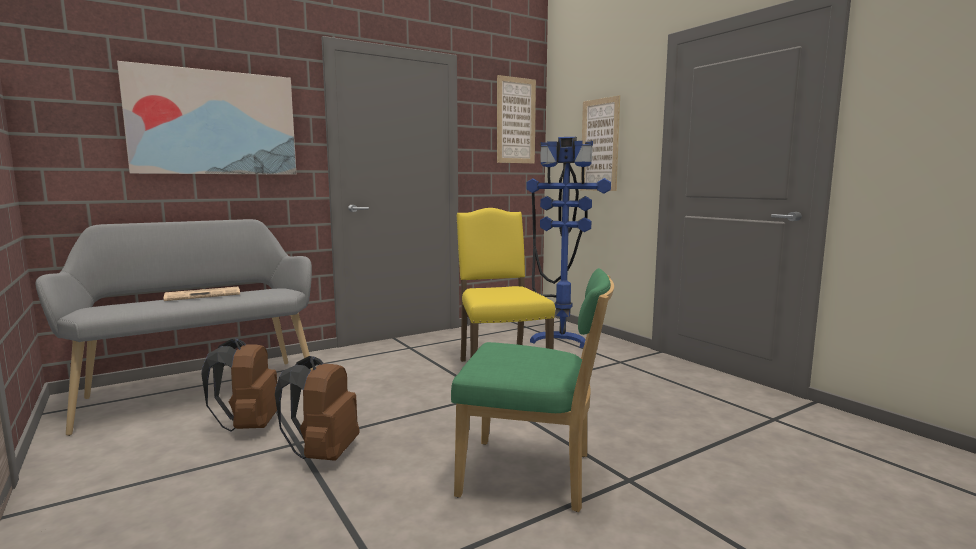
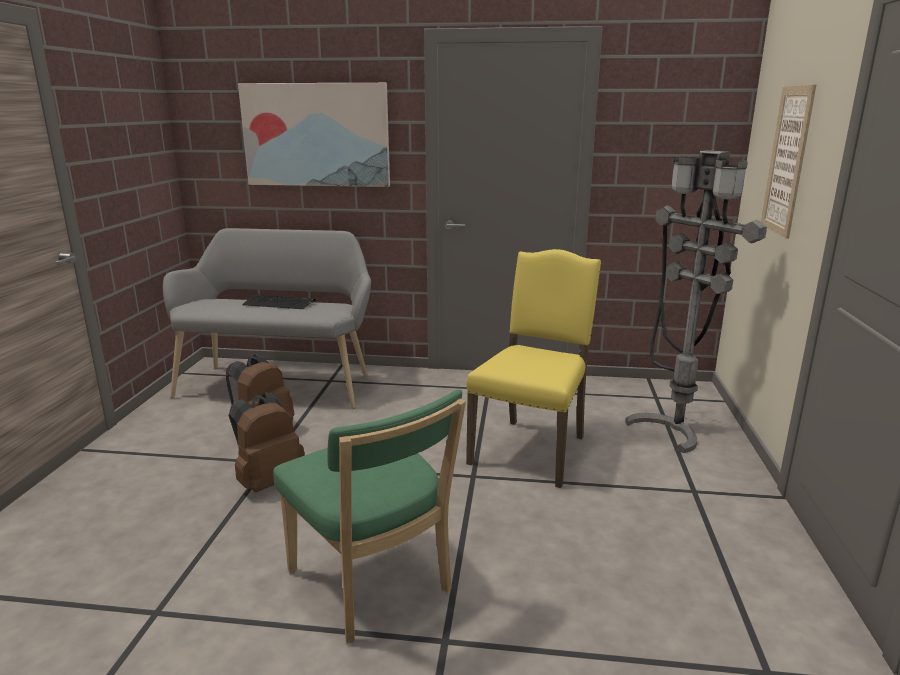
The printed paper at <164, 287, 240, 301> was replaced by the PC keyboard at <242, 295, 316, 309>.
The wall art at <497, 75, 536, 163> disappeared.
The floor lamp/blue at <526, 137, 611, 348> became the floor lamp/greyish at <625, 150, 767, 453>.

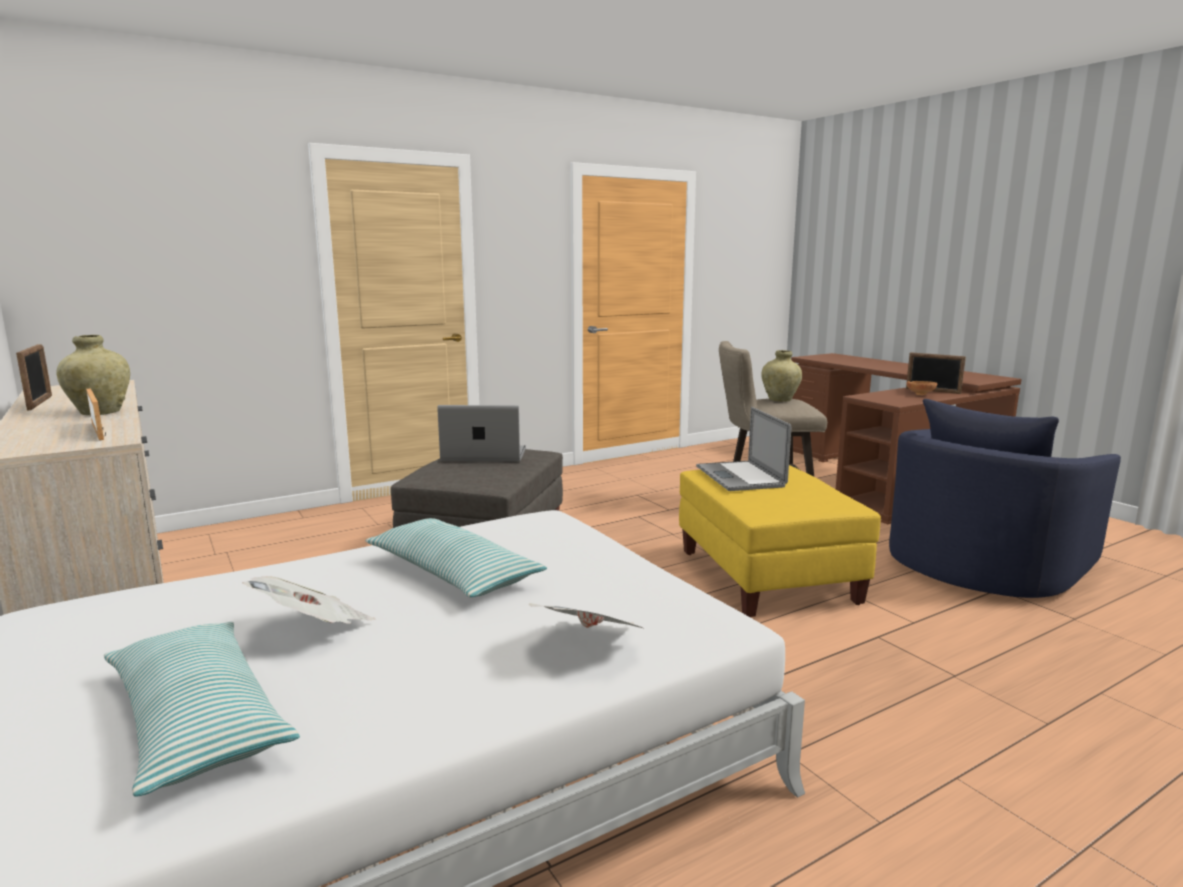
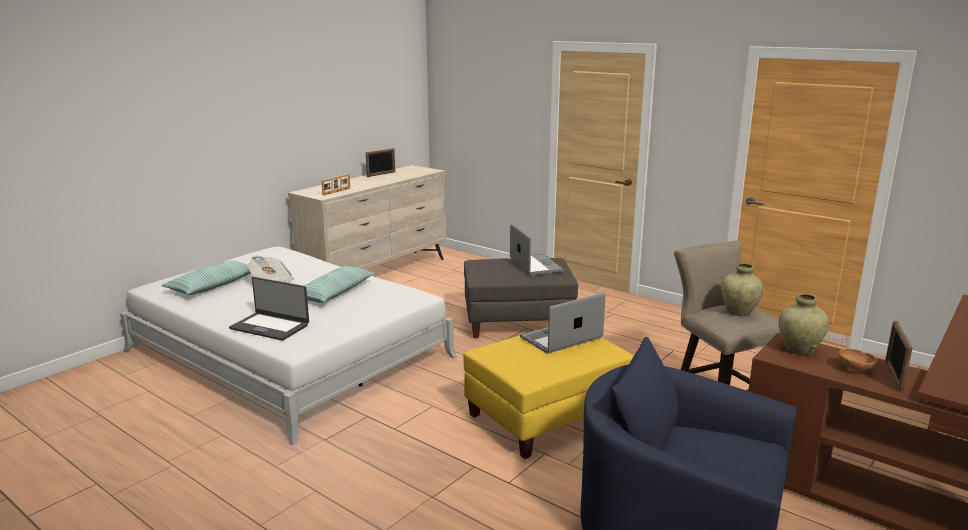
The flower vase/beige-coloured moved from <56, 335, 130, 415> to <778, 294, 829, 355>.
The printed paper at <529, 603, 642, 628> was replaced by the notebook computer at <229, 277, 309, 341>.

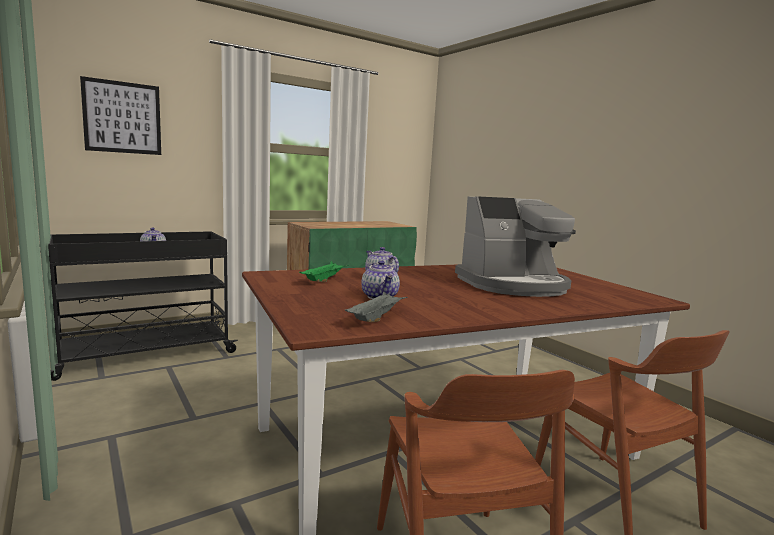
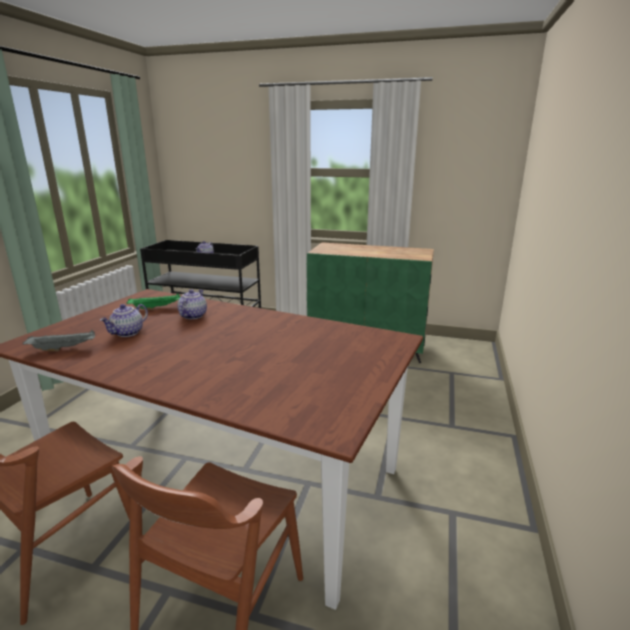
The wall art at <80, 76, 161, 155> disappeared.
The coffee maker at <455, 196, 576, 297> disappeared.

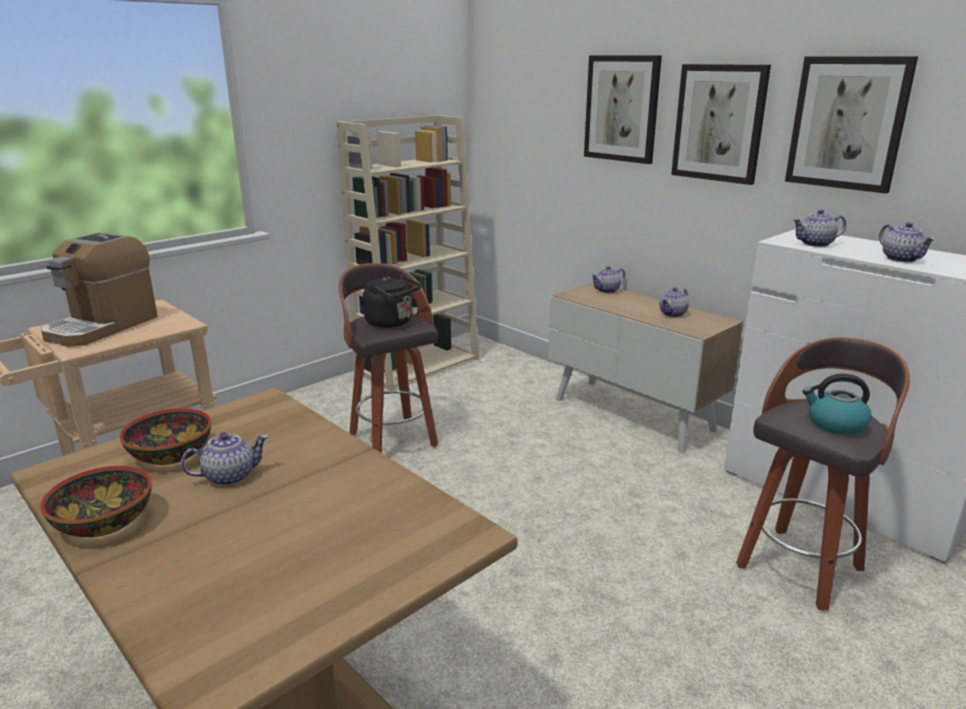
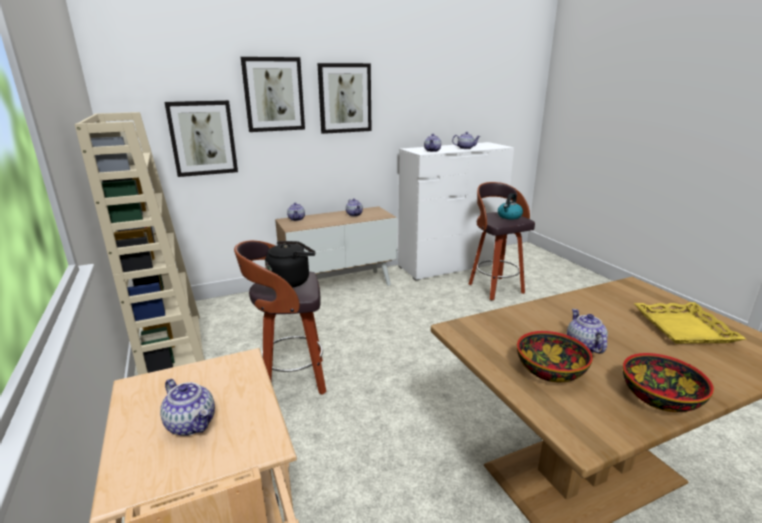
The coffee maker at <41, 232, 158, 347> was replaced by the pot for tea at <160, 379, 215, 436>.
The wall art moved from <785, 56, 918, 194> to <165, 100, 238, 177>.
The tray/yellow at <634, 302, 746, 344> appeared.

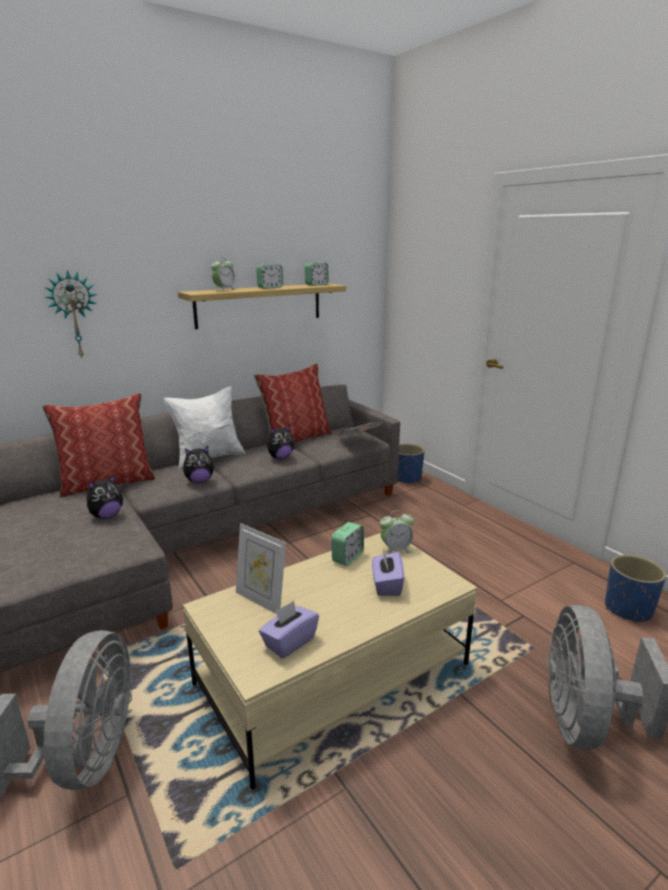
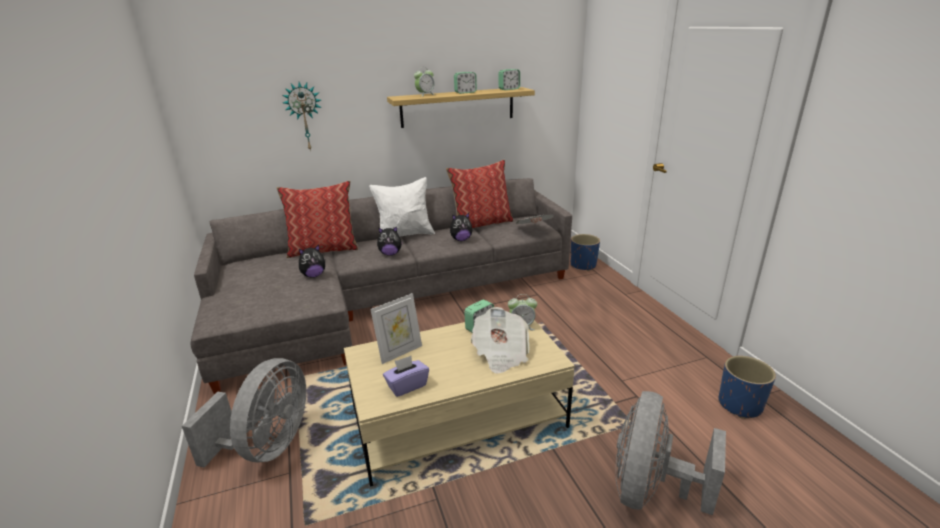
The standing frame at <236, 523, 286, 614> turned 90 degrees counterclockwise.
The tissue box/purple-coloured at <372, 549, 404, 596> was replaced by the printed paper at <471, 307, 529, 374>.

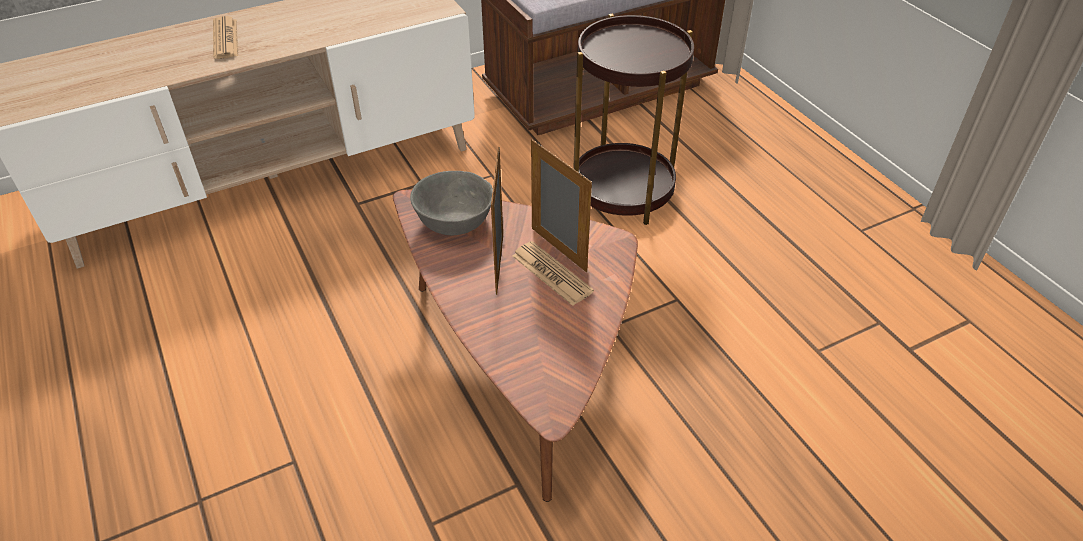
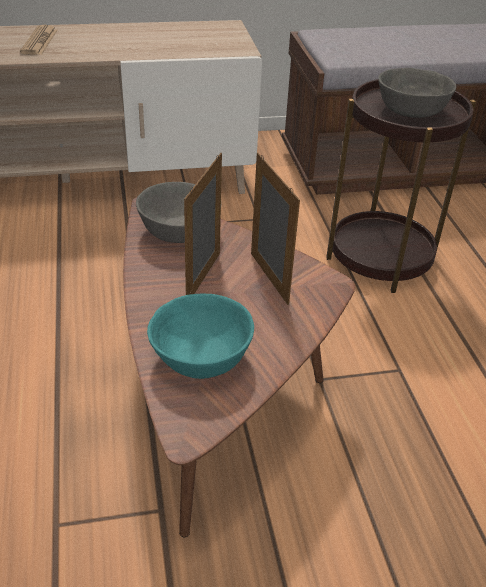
The printed paper at <512, 241, 594, 306> disappeared.
The bowl/turquoise-coloured at <147, 294, 254, 379> appeared.
The bowl/greyish at <378, 68, 456, 118> appeared.

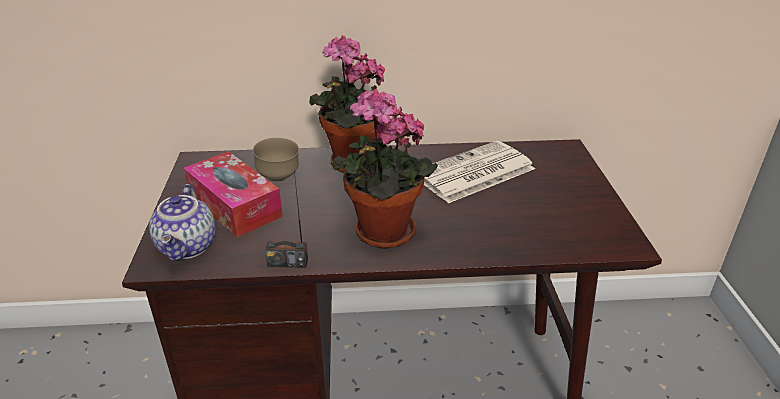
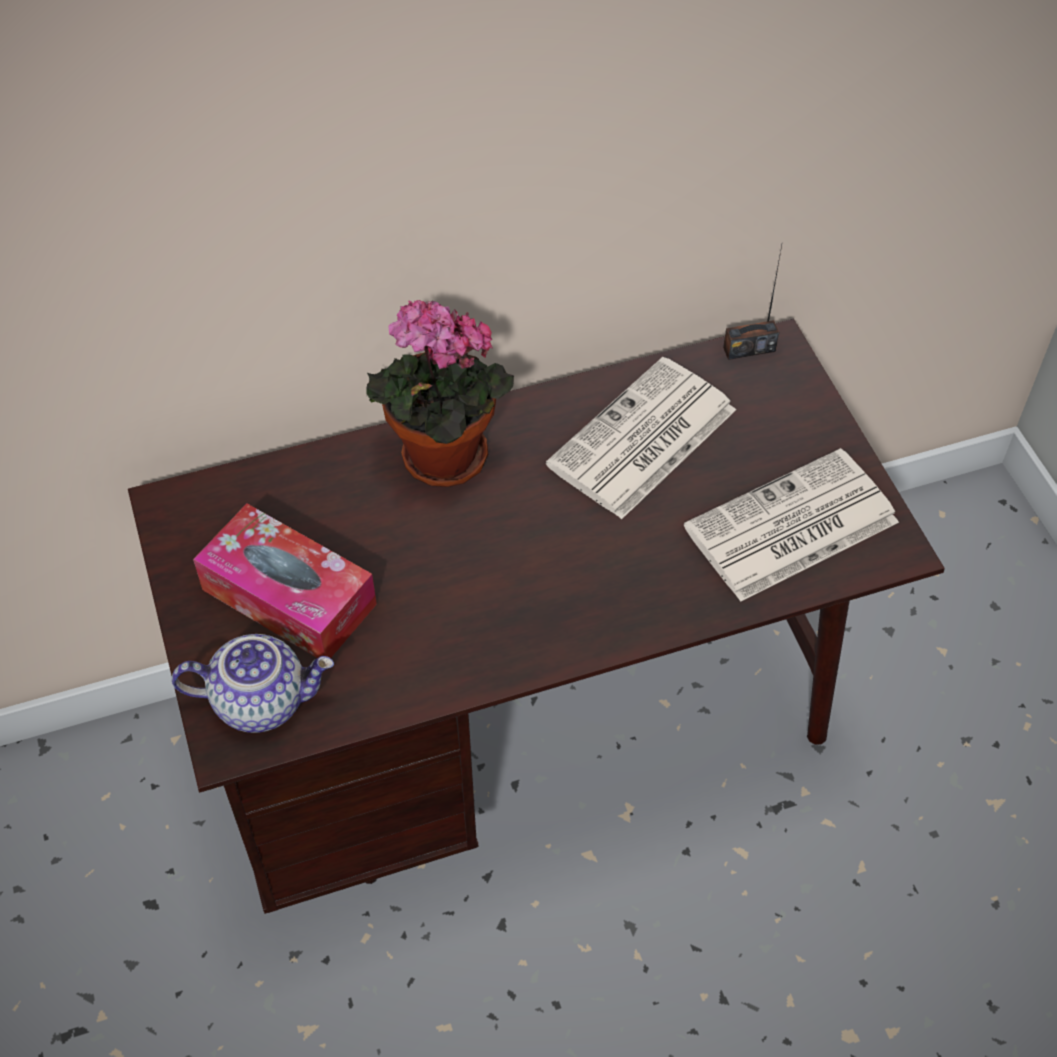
The pot for tea at <149, 184, 216, 261> turned 75 degrees counterclockwise.
The bowl/brown-coloured at <253, 138, 299, 182> disappeared.
The radio moved from <265, 171, 308, 268> to <723, 245, 782, 360>.
The plant in a pot at <332, 88, 438, 249> disappeared.
The printed paper at <684, 448, 899, 602> appeared.

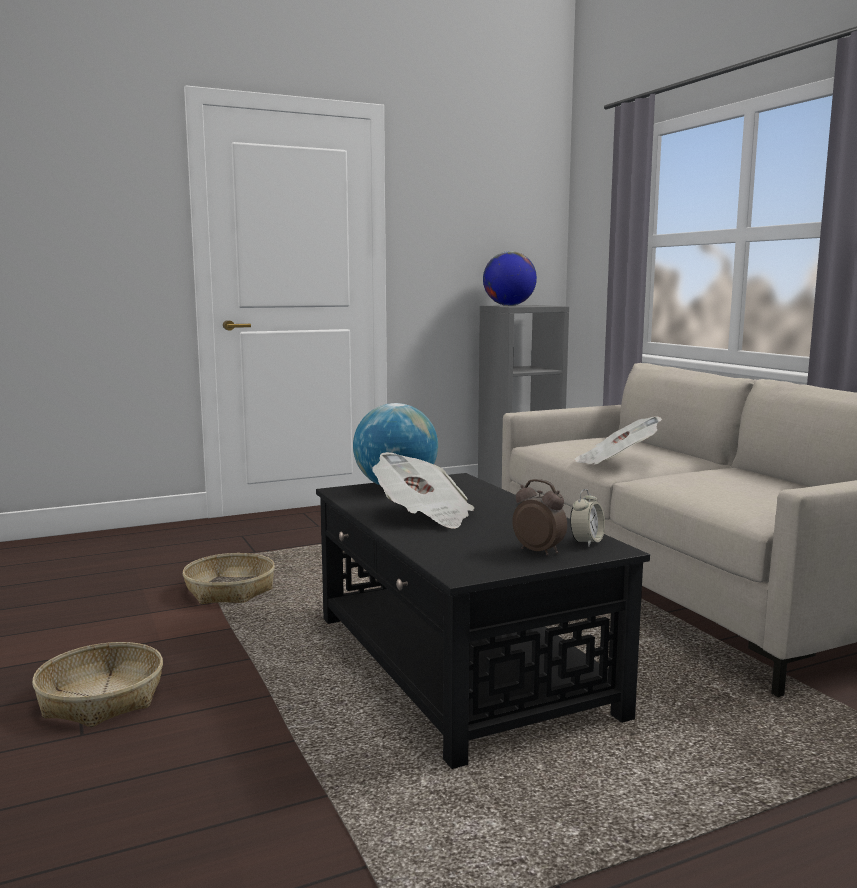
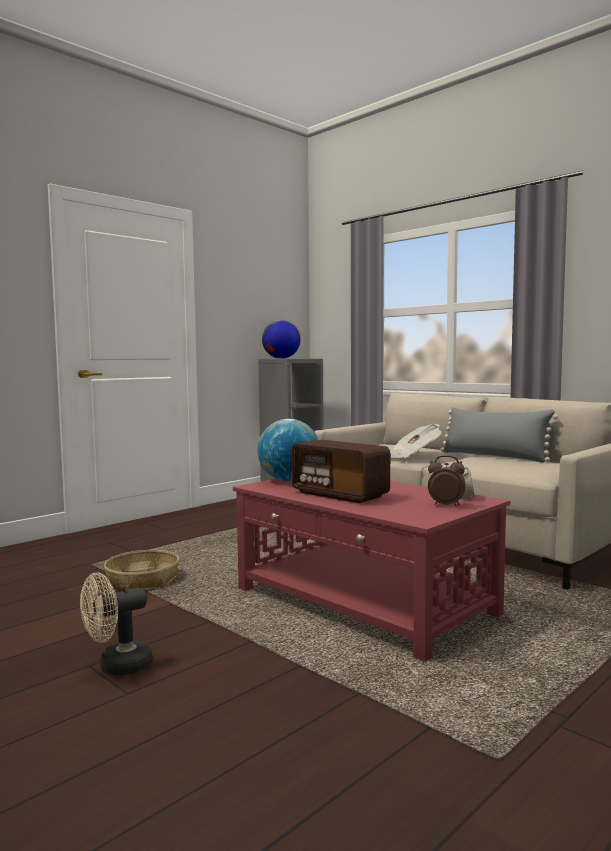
The storage basket at <32, 642, 163, 727> was replaced by the fan/beige-coloured at <80, 573, 153, 675>.
The coffee table/black-coloured at <316, 473, 650, 769> became the coffee table/red-coloured at <233, 479, 510, 662>.
The printed paper at <372, 452, 474, 529> was replaced by the radio at <291, 440, 390, 503>.
The pillow/greyish at <440, 407, 558, 463> appeared.

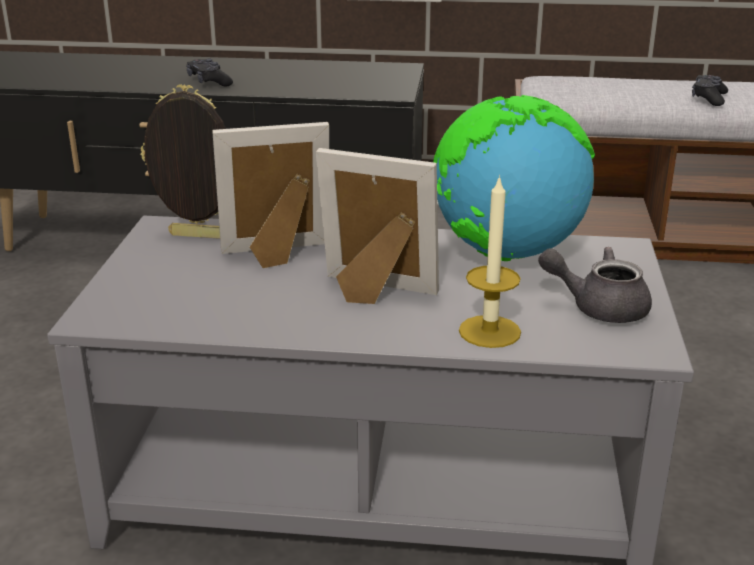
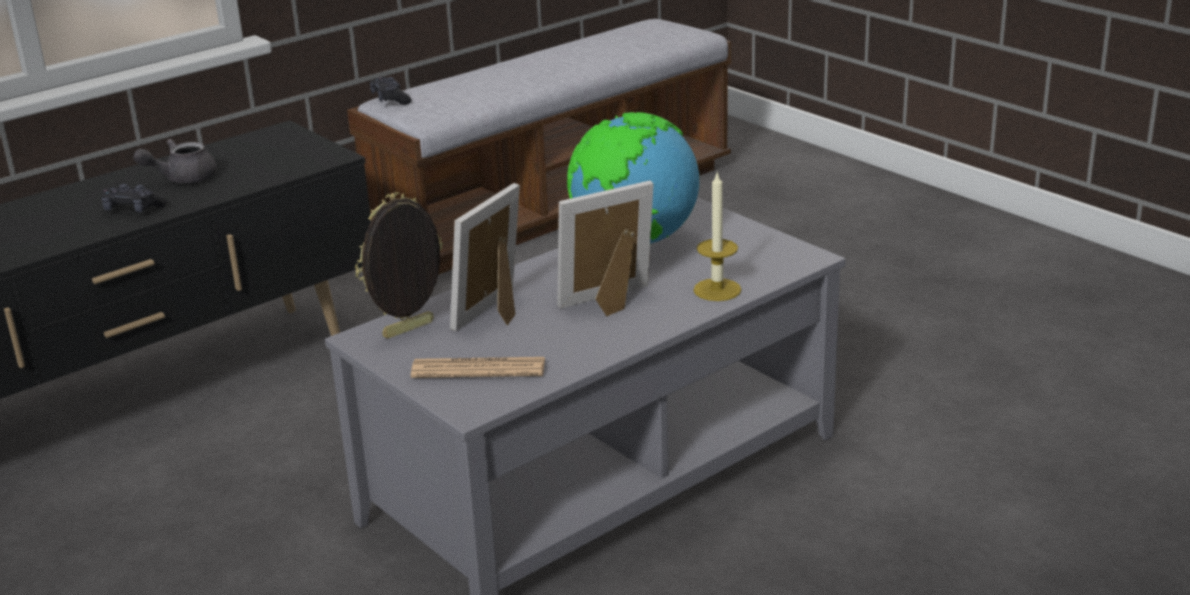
The pot for tea/greyish moved from <538, 247, 652, 323> to <133, 139, 217, 183>.
The joypad/black-coloured moved from <692, 75, 728, 106> to <370, 77, 411, 105>.
The printed paper at <411, 357, 545, 378> appeared.

